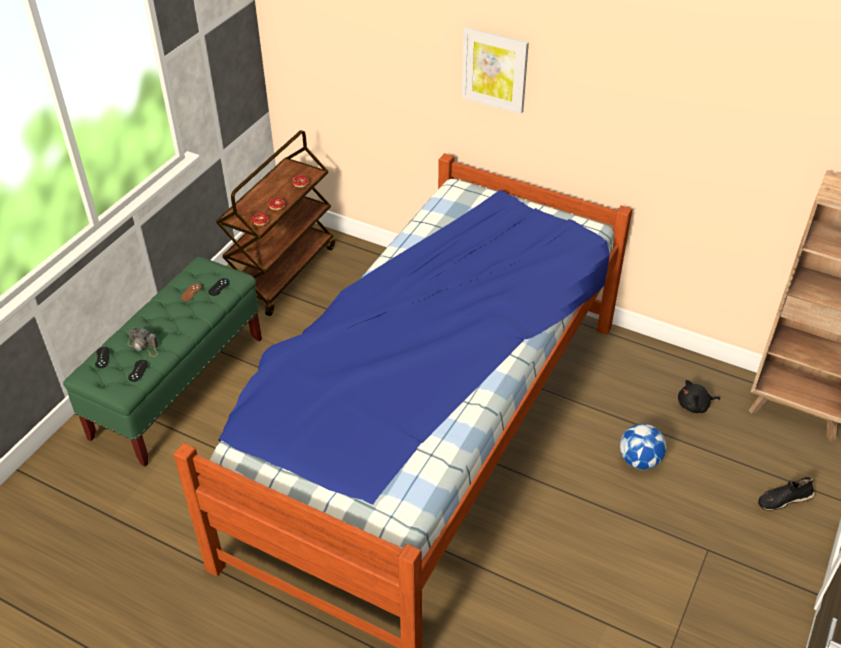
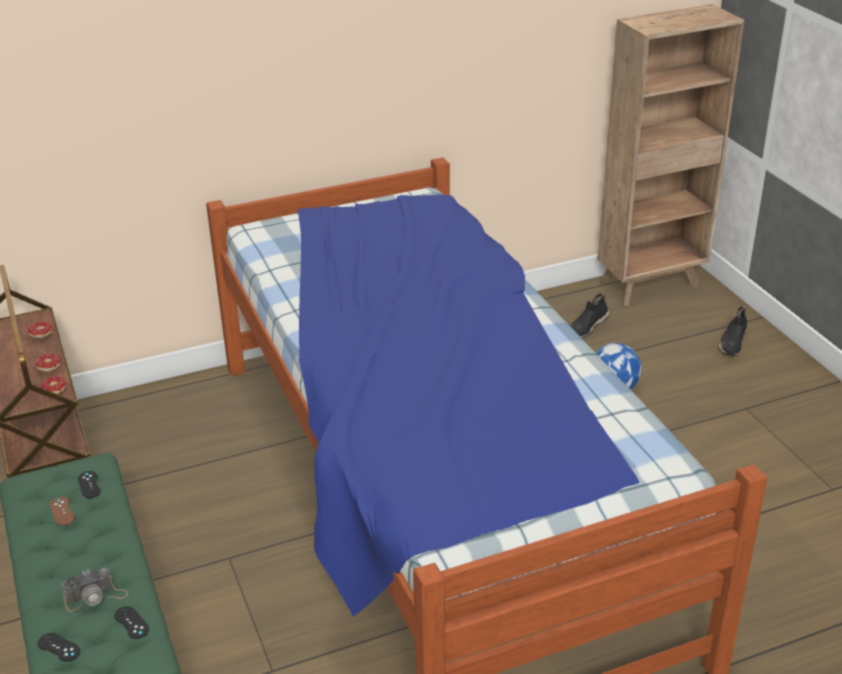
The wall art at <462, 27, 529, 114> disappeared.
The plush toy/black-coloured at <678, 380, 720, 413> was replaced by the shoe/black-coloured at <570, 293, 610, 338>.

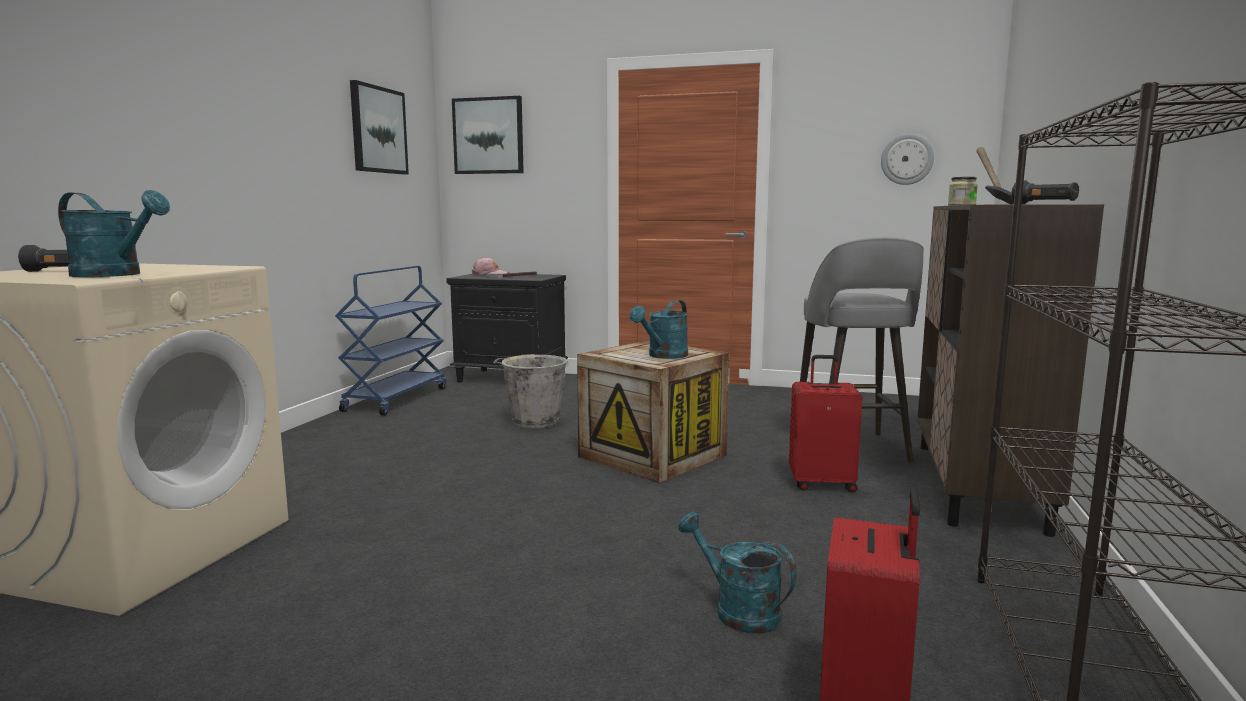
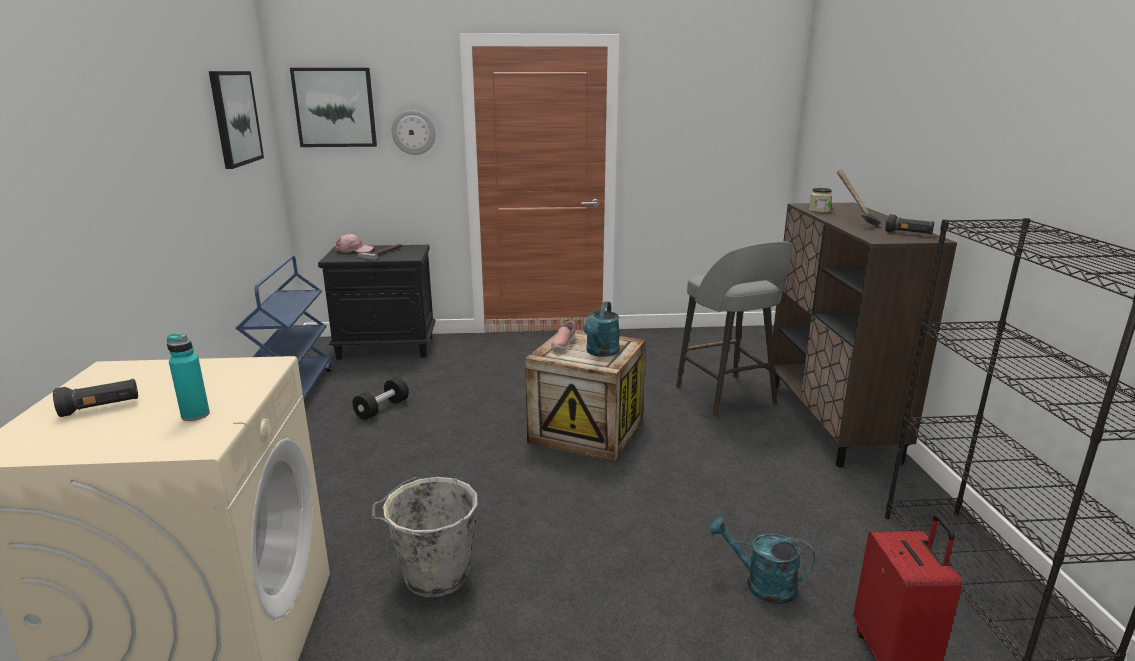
The watering can/turquoise-coloured at <58, 190, 170, 277> was replaced by the drink bottle/turquoise-coloured at <167, 334, 210, 421>.
The pail/greyish moved from <493, 354, 568, 428> to <371, 477, 478, 597>.
The piece of luggage/red-coloured at <789, 355, 863, 492> disappeared.
The hanging clock moved from <881, 133, 934, 185> to <392, 110, 436, 155>.
The free weight/black-coloured at <352, 377, 409, 420> appeared.
The shoe/pinkish at <551, 321, 575, 350> appeared.

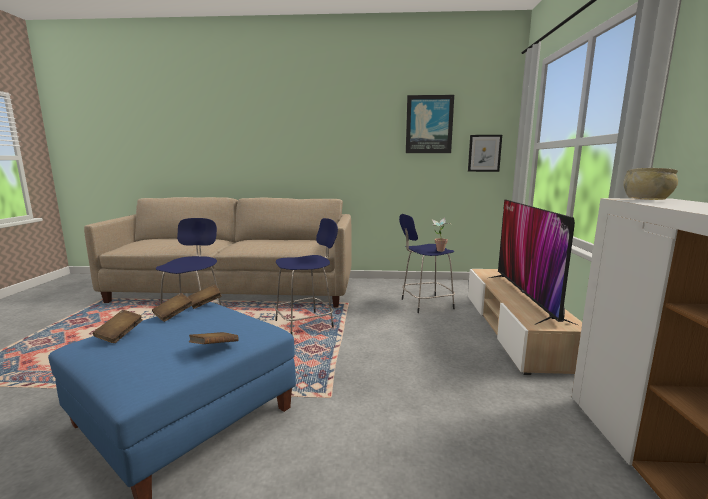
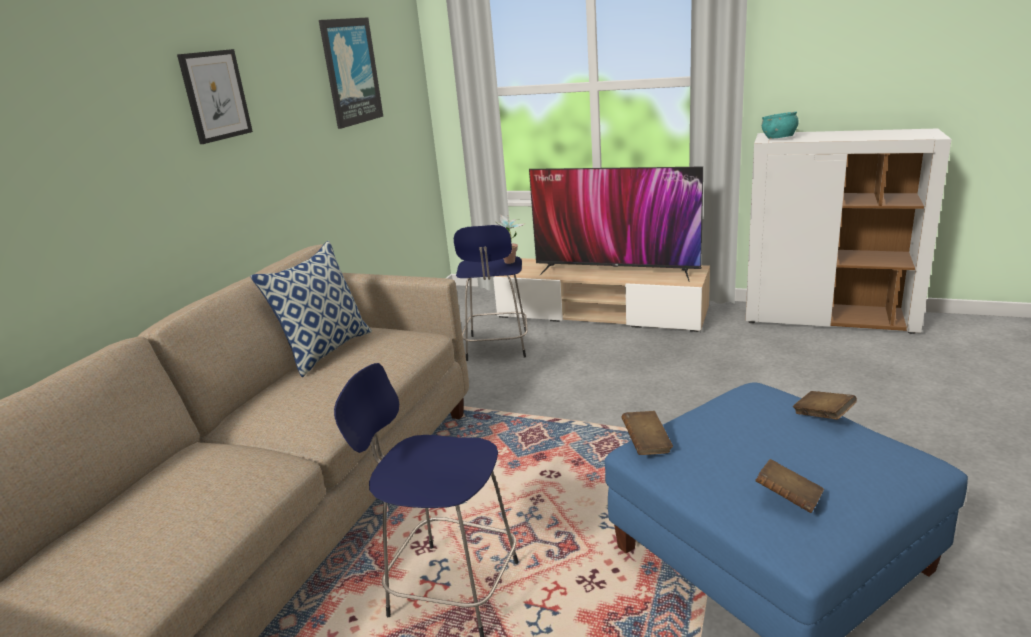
The volume/brown-coloured at <152, 293, 193, 322> disappeared.
The stool/blue at <274, 218, 338, 334> disappeared.
The wall art moved from <468, 135, 502, 172> to <177, 49, 253, 144>.
The bowl/beige-coloured at <623, 168, 678, 200> became the bowl/turquoise-coloured at <762, 112, 798, 139>.
The pillow at <250, 241, 372, 377> appeared.

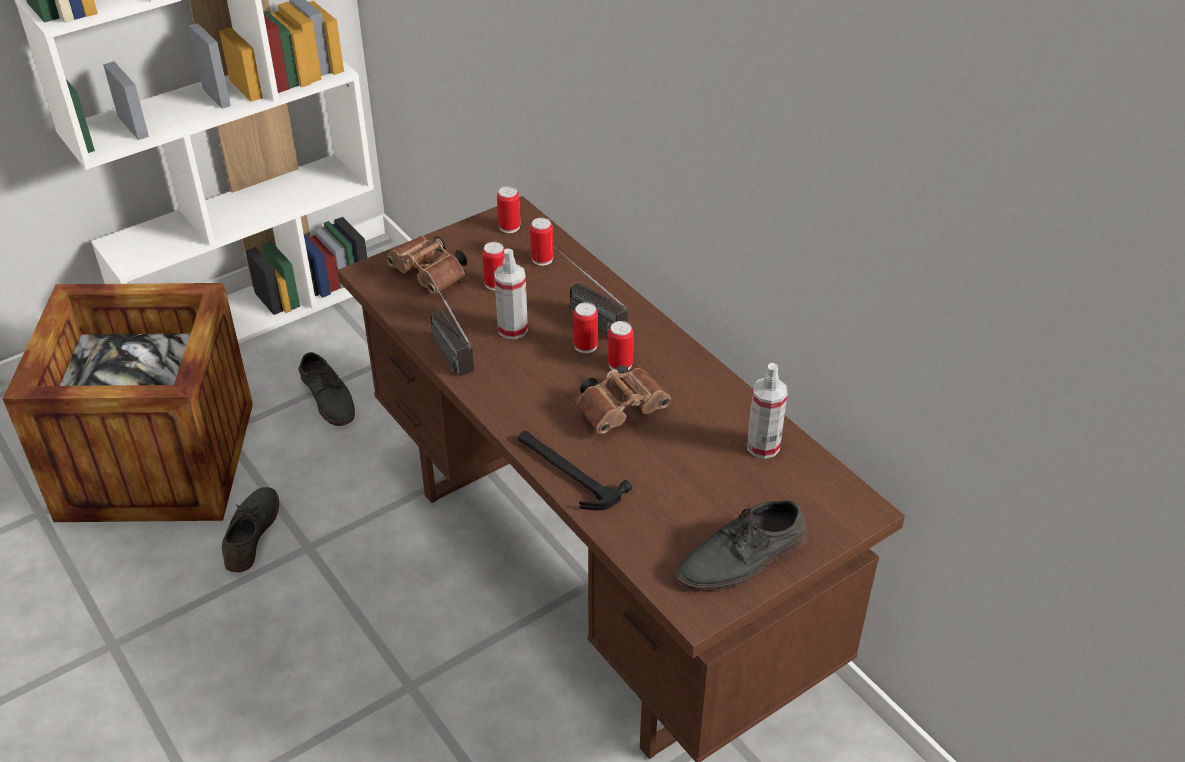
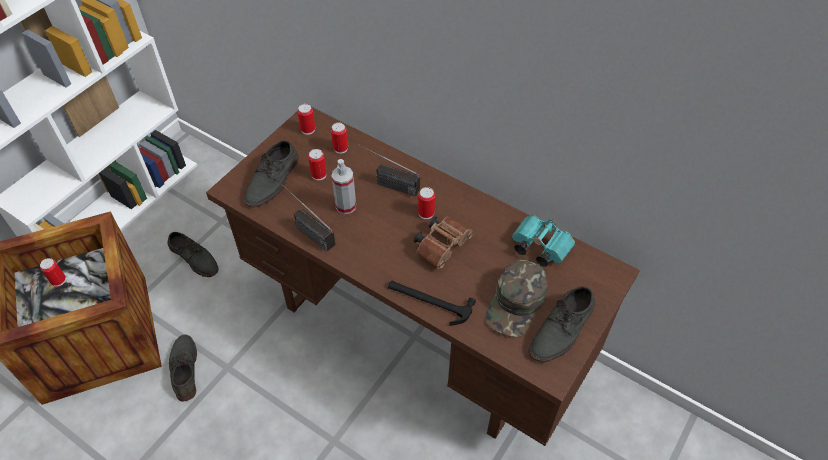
The field glasses/brown-coloured at <386, 236, 467, 294> was replaced by the shoe/greyish at <243, 140, 299, 207>.
The metal can moved from <573, 303, 598, 353> to <40, 258, 66, 287>.
The spray bottle at <747, 363, 788, 459> was replaced by the field glasses/turquoise-coloured at <512, 215, 575, 267>.
The cap/green at <485, 260, 548, 337> appeared.

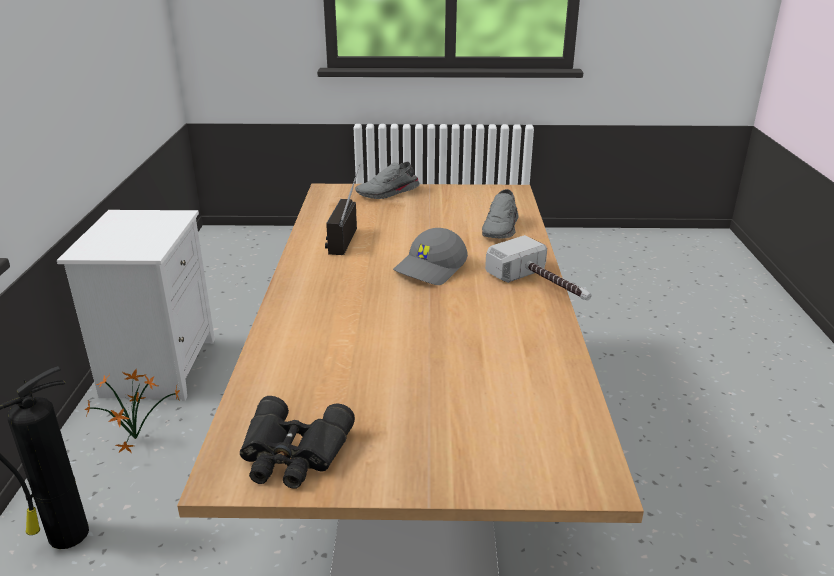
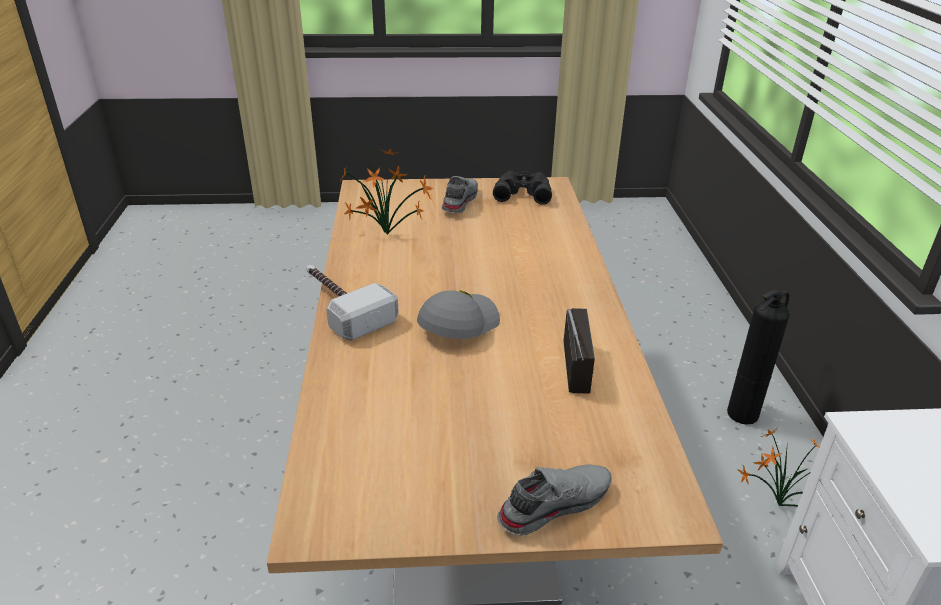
The shoe/greyish moved from <482, 189, 519, 238> to <442, 176, 478, 213>.
The plant in a pot at <340, 149, 433, 235> appeared.

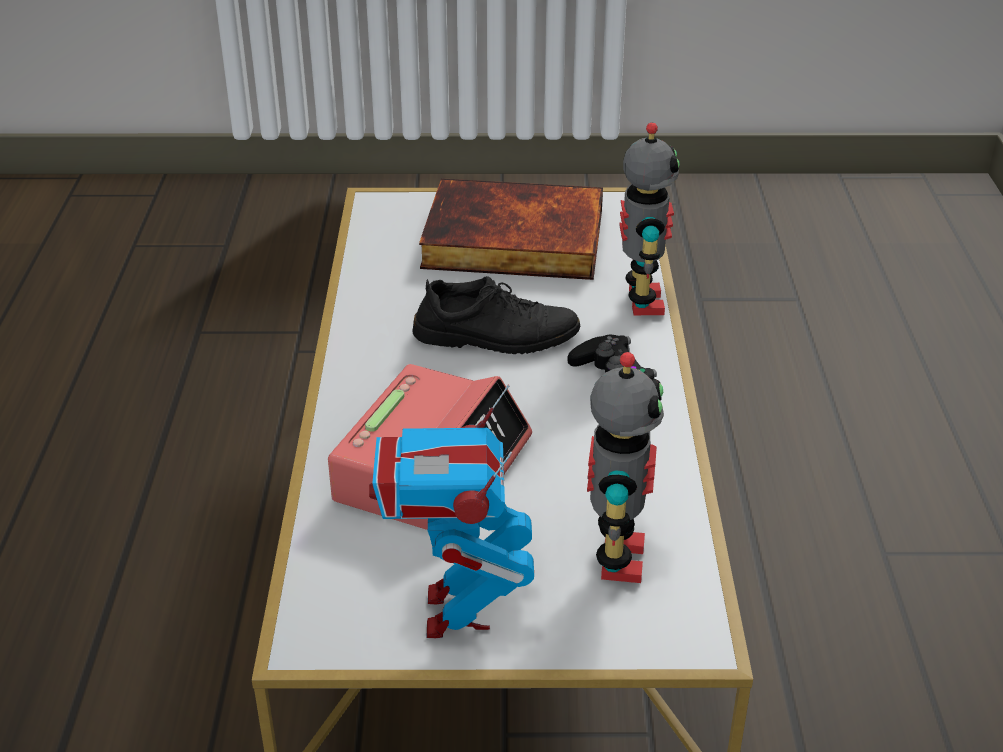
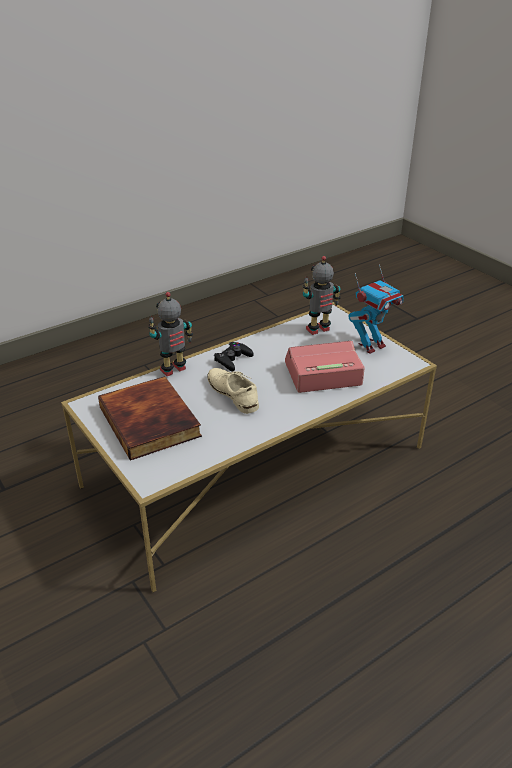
The shoe/black-coloured at <413, 276, 580, 354> became the shoe/beige-coloured at <207, 368, 259, 414>.

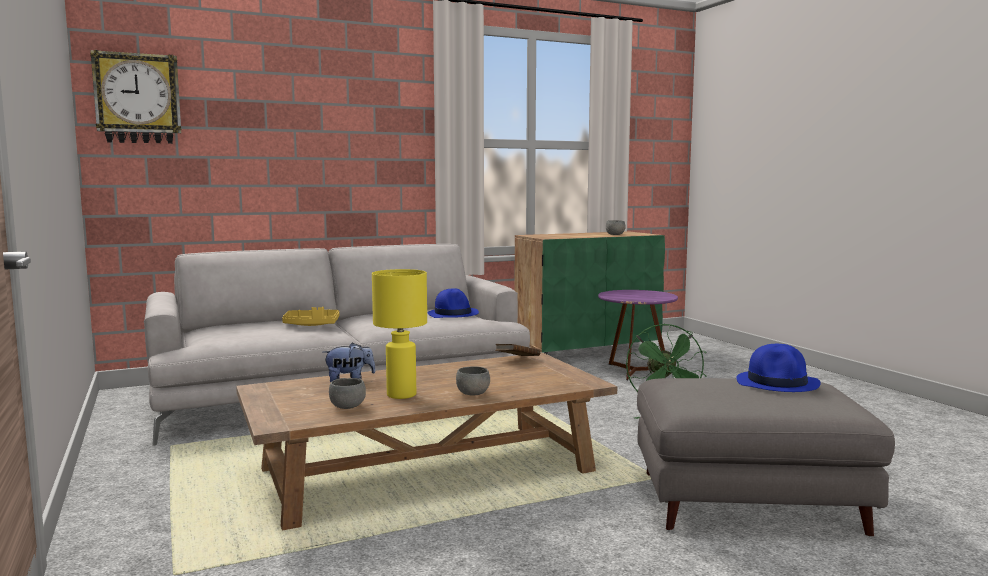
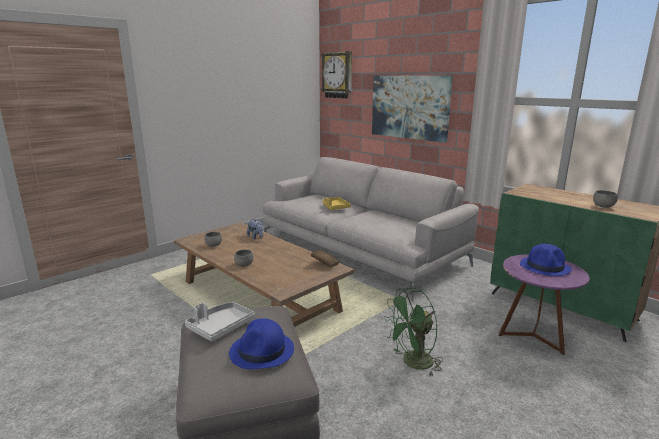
The table lamp/yellow at <372, 269, 427, 399> disappeared.
The clothing hat/blue moved from <428, 288, 479, 318> to <520, 244, 572, 276>.
The tray/greyish at <185, 302, 255, 342> appeared.
The wall art at <372, 76, 453, 143> appeared.

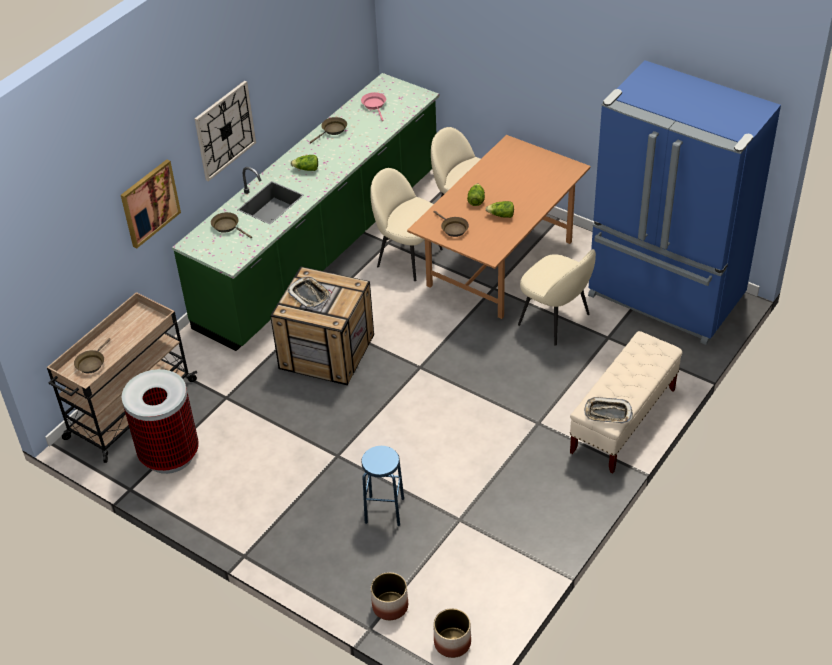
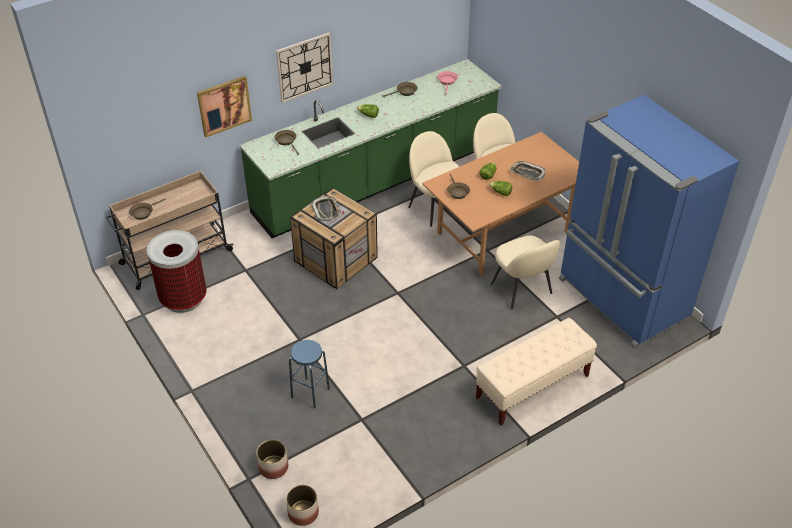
The tray moved from <584, 397, 633, 424> to <510, 161, 545, 181>.

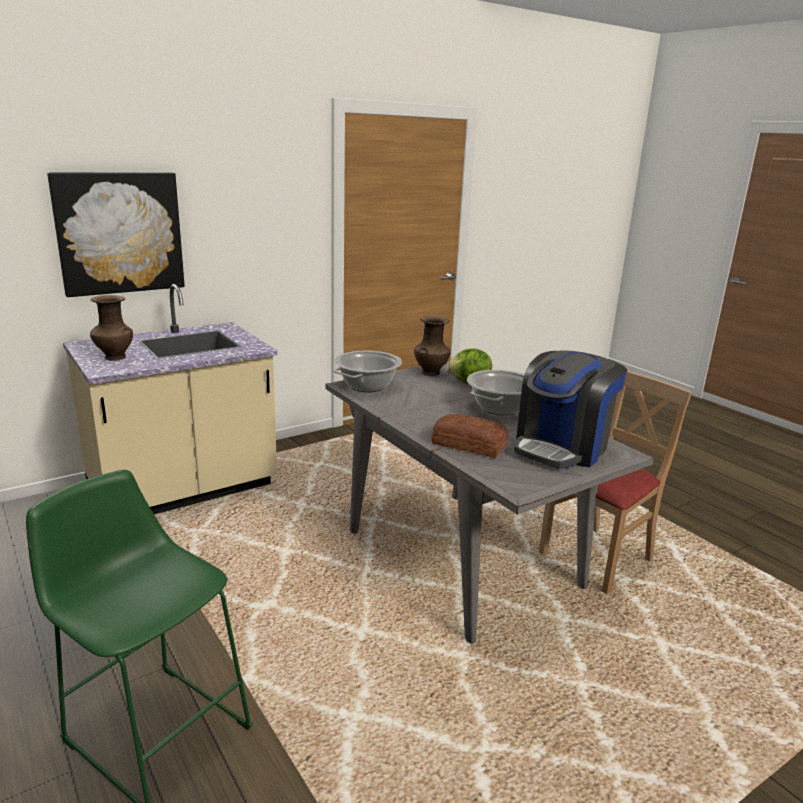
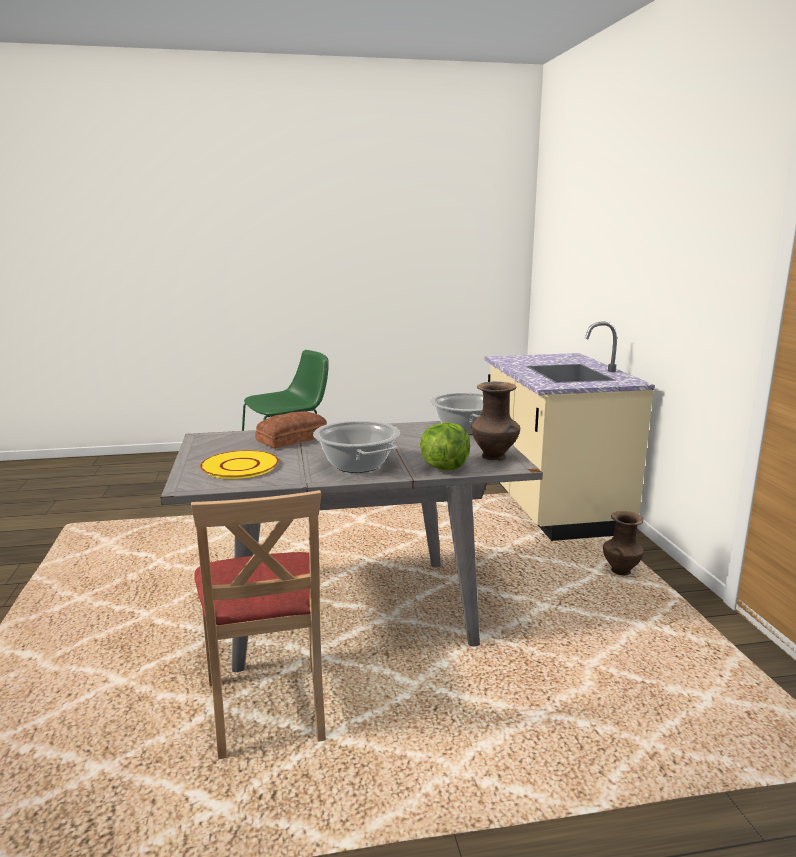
The wall art at <47, 172, 185, 297> disappeared.
The flower vase/brown-coloured moved from <90, 295, 133, 361> to <603, 511, 644, 575>.
The coffee maker at <514, 350, 627, 469> was replaced by the plate/yellow at <200, 450, 279, 479>.

